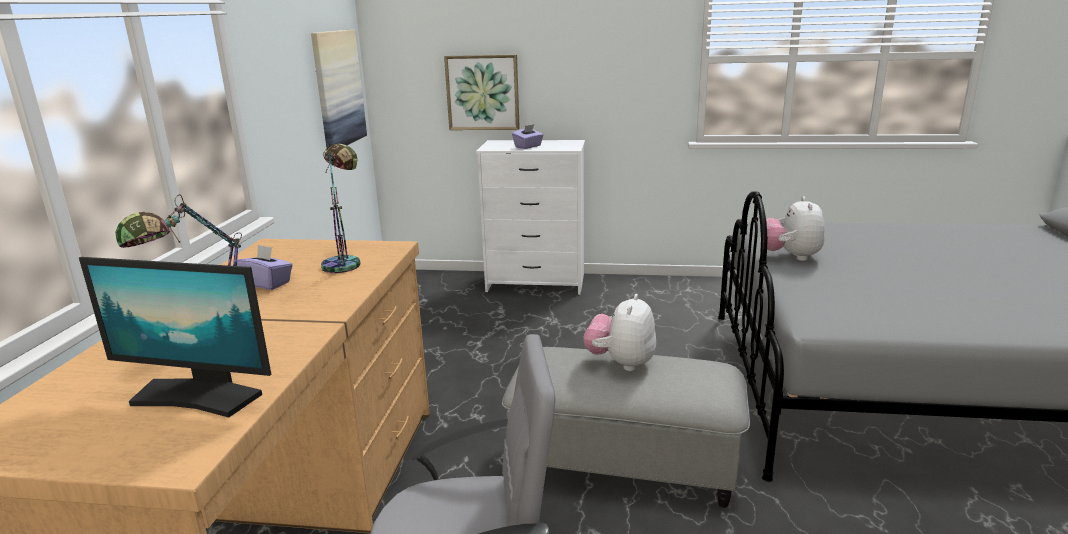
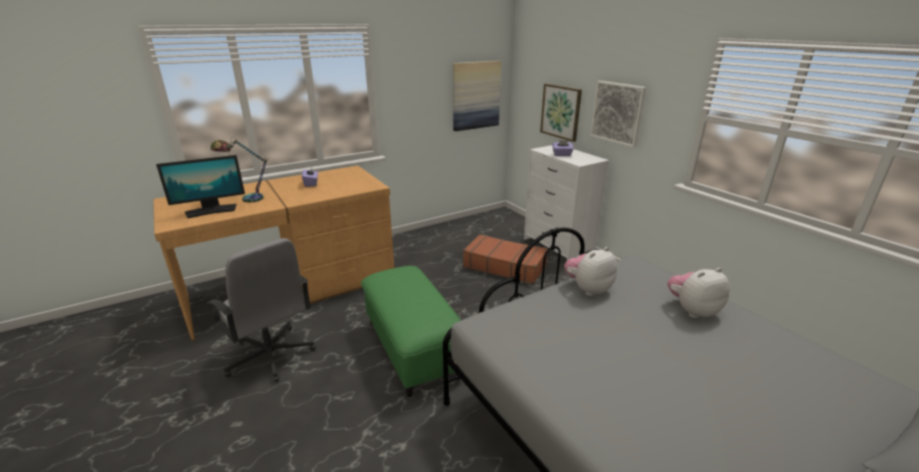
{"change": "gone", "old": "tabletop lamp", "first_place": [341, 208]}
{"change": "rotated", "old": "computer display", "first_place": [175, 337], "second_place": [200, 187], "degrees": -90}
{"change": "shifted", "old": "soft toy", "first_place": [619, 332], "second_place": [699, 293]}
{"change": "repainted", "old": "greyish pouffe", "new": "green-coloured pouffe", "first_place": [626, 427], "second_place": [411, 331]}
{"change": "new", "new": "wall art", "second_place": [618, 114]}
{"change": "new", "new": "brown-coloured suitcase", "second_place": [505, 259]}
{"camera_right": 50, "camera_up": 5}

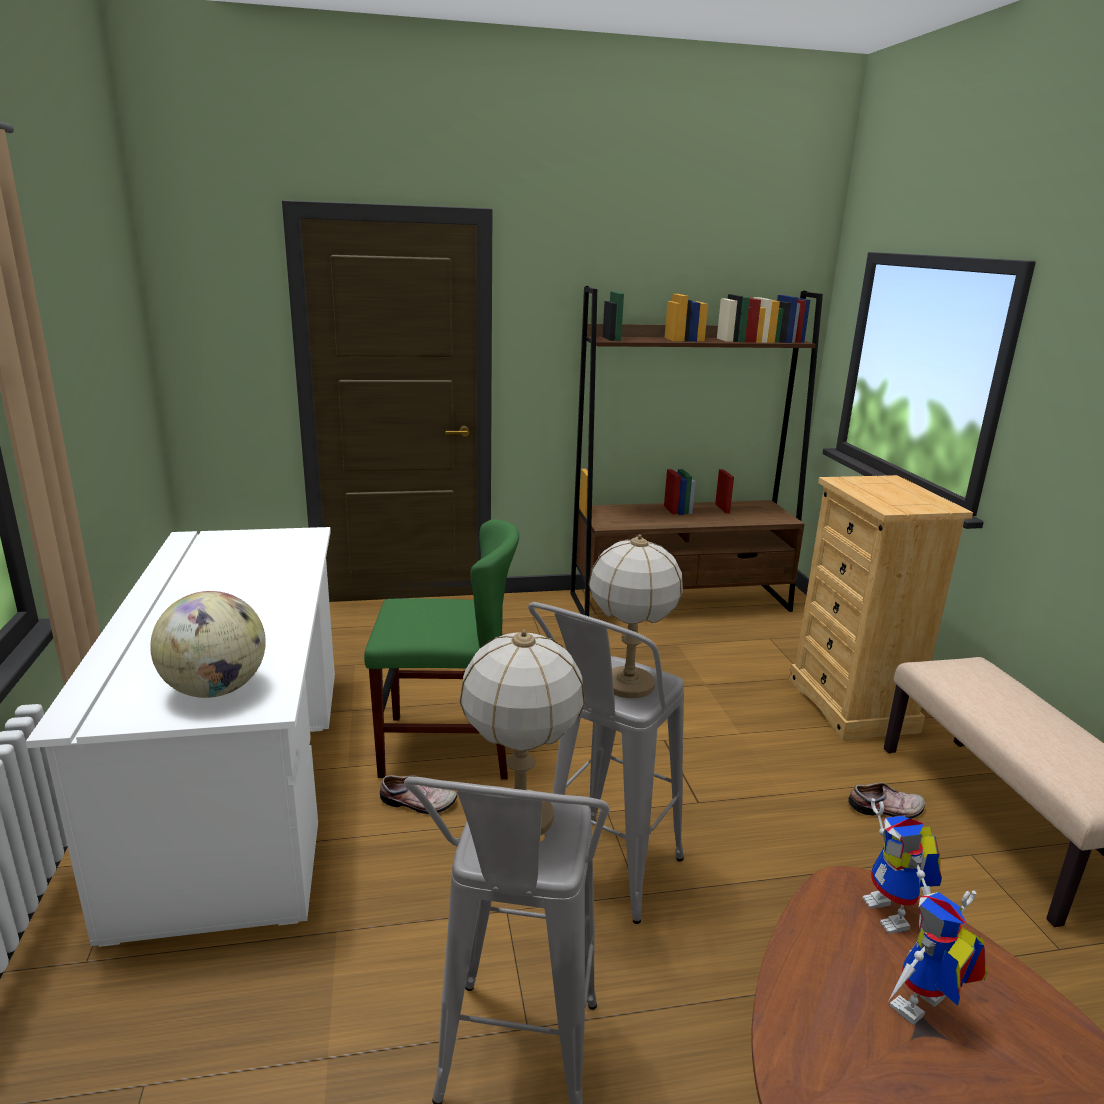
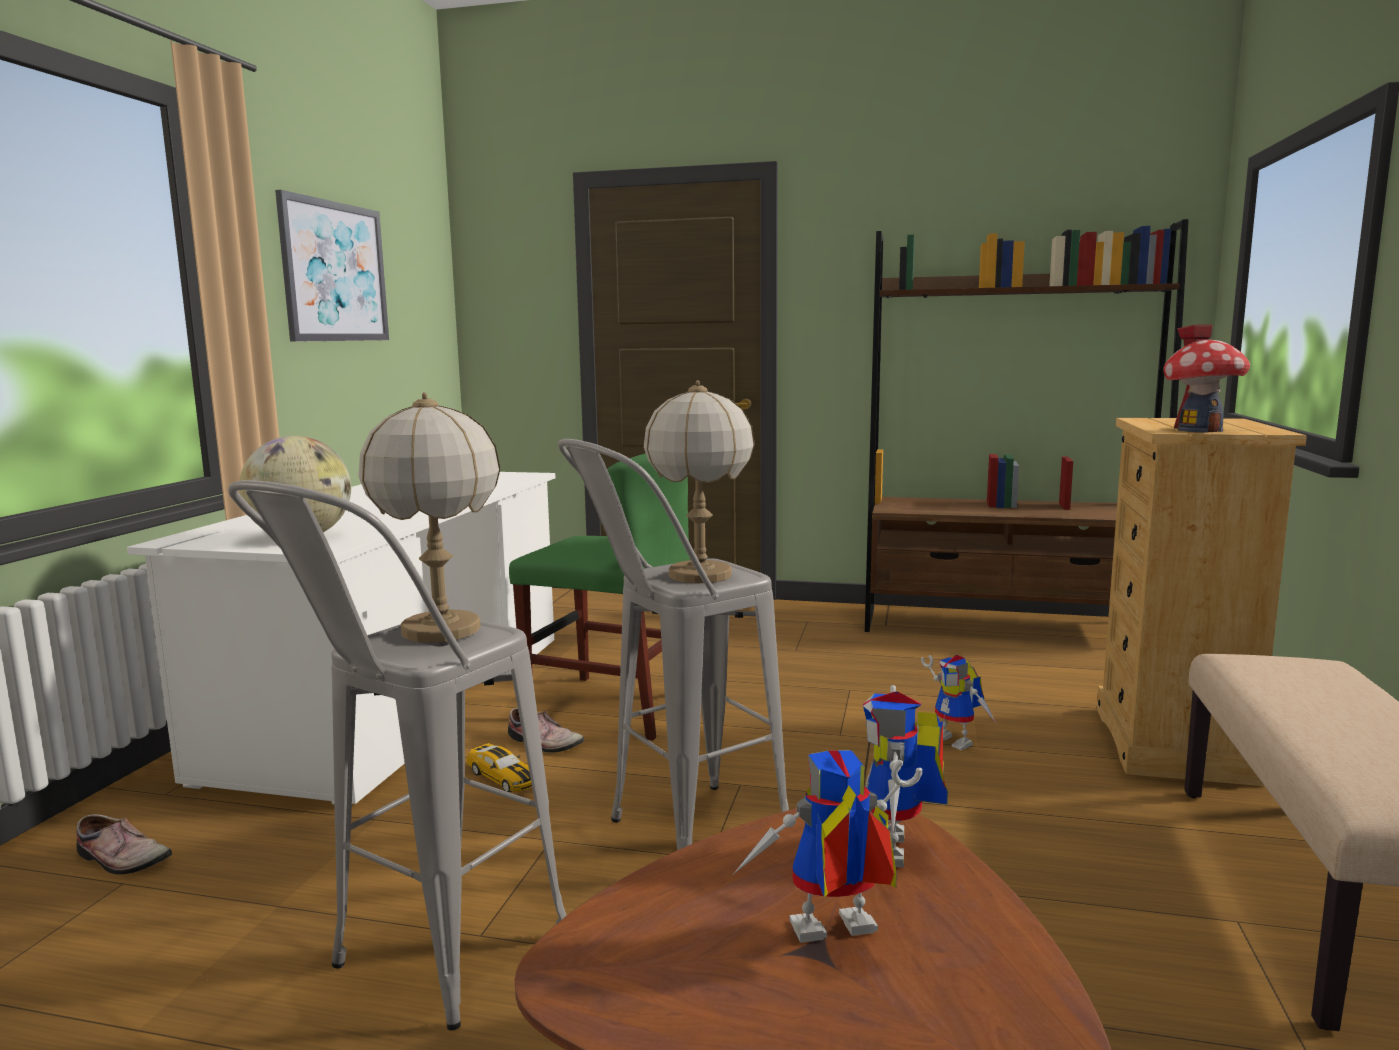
{"change": "shifted", "old": "item of footwear", "first_place": [886, 800], "second_place": [124, 844]}
{"change": "new", "new": "wall art", "second_place": [332, 266]}
{"change": "new", "new": "miniature house", "second_place": [1206, 378]}
{"change": "new", "new": "robot figure", "second_place": [959, 702]}
{"change": "new", "new": "model car", "second_place": [499, 768]}
{"camera_right": 25, "camera_up": -10}

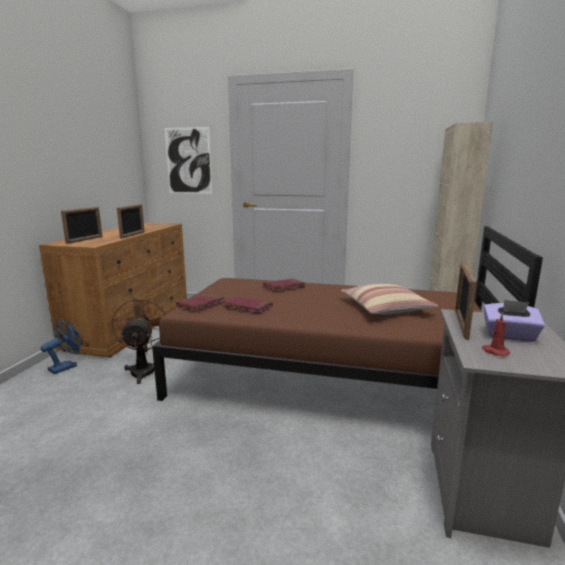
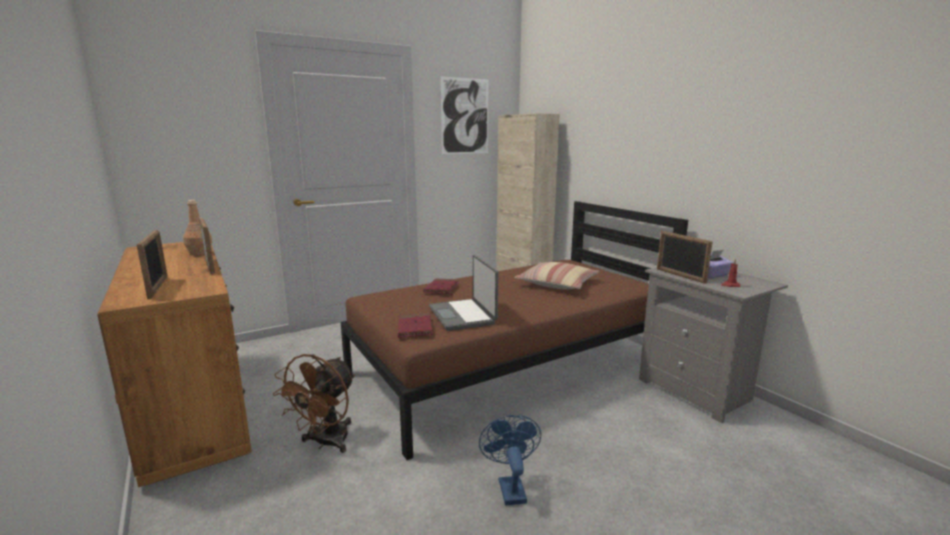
{"change": "shifted", "old": "wall art", "first_place": [188, 160], "second_place": [464, 115]}
{"change": "swapped", "old": "red-coloured bound book", "new": "laptop", "first_place": [248, 304], "second_place": [463, 293]}
{"change": "rotated", "old": "brown-coloured electric fan", "first_place": [139, 340], "second_place": [314, 403], "degrees": -105}
{"change": "shifted", "old": "blue-coloured electric fan", "first_place": [61, 346], "second_place": [510, 460]}
{"change": "new", "new": "brown-coloured bottle", "second_place": [197, 227]}
{"camera_right": -45, "camera_up": 0}

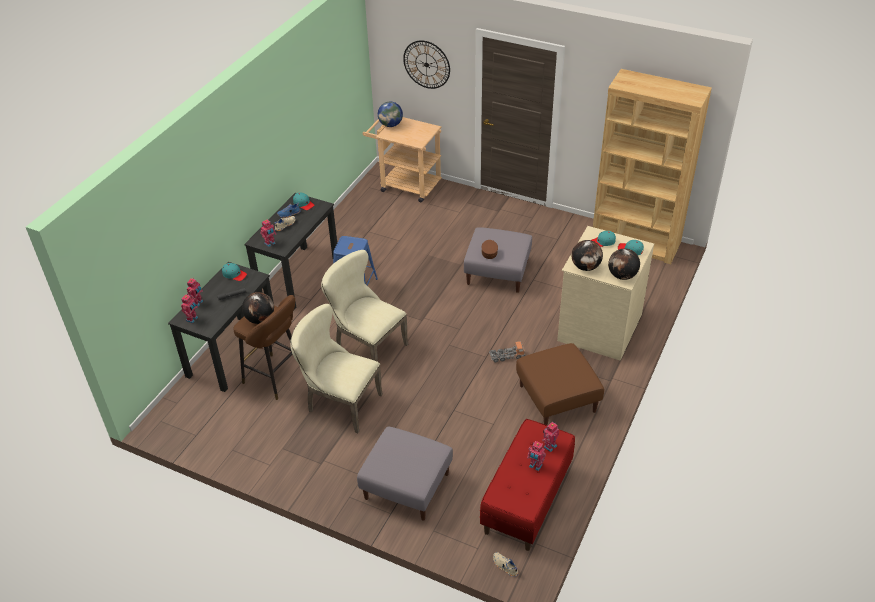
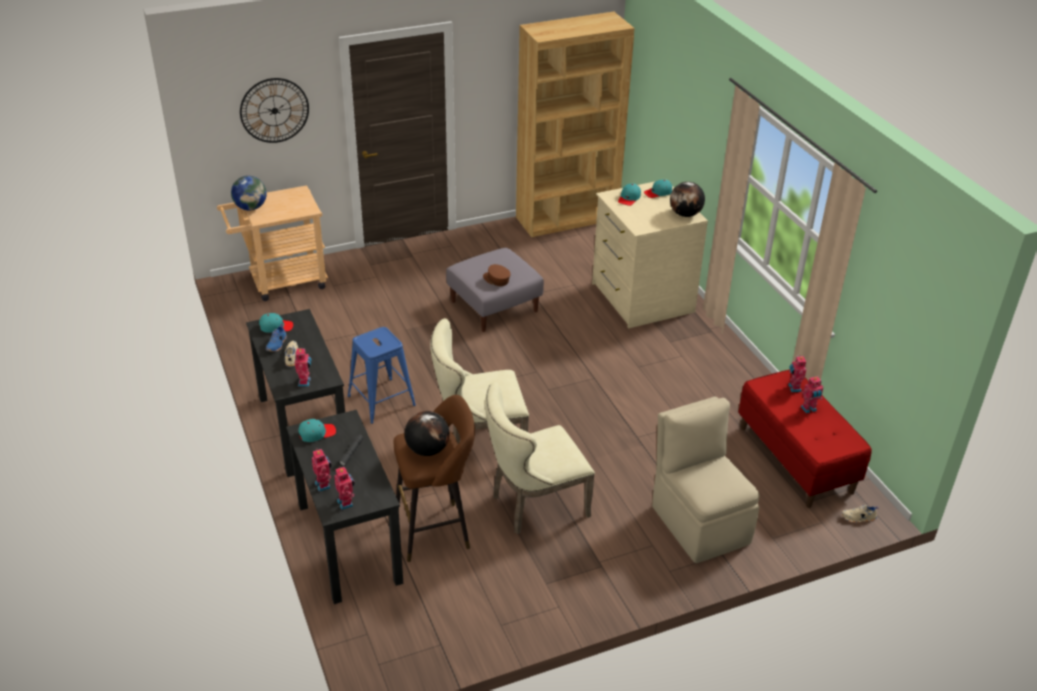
{"change": "gone", "old": "globe", "first_place": [587, 255]}
{"change": "gone", "old": "model truck", "first_place": [507, 351]}
{"change": "gone", "old": "brown-coloured pouffe", "first_place": [560, 384]}
{"change": "swapped", "old": "greyish pouffe", "new": "sand-coloured plain chair", "first_place": [405, 473], "second_place": [705, 479]}
{"camera_right": -50, "camera_up": -5}

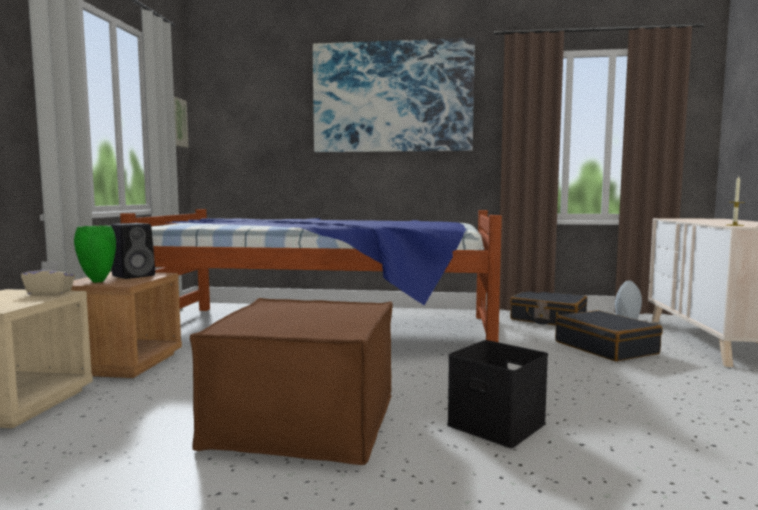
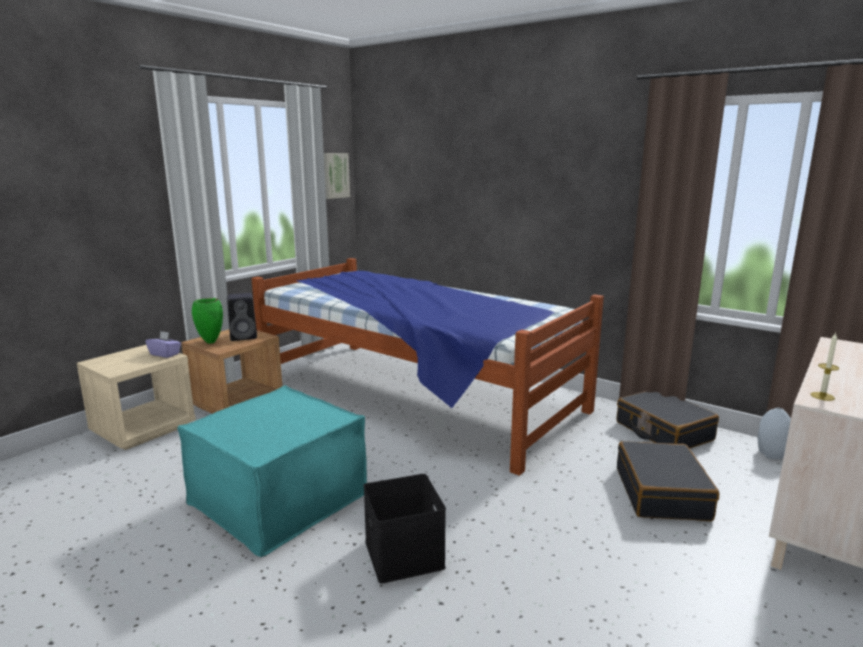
{"change": "gone", "old": "wall art", "first_place": [394, 95]}
{"change": "repainted", "old": "sand-coloured tissue box", "new": "purplish tissue box", "first_place": [48, 278], "second_place": [163, 344]}
{"change": "repainted", "old": "brown-coloured pouffe", "new": "turquoise pouffe", "first_place": [291, 381], "second_place": [272, 471]}
{"camera_right": 30, "camera_up": 10}

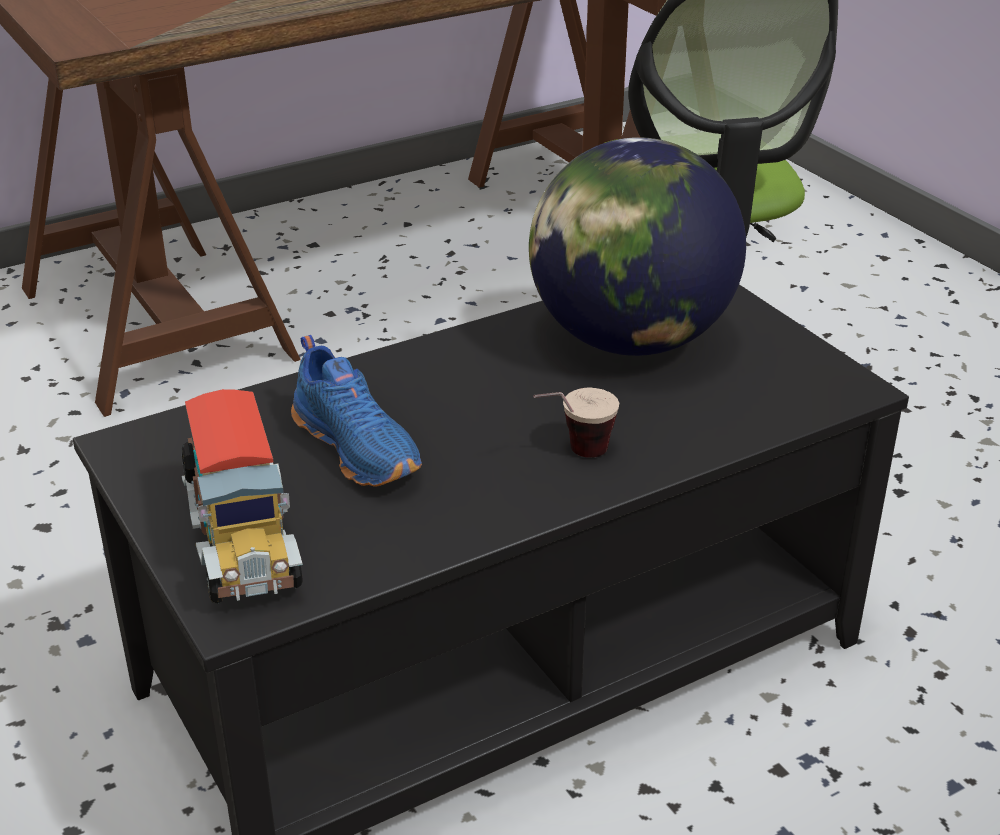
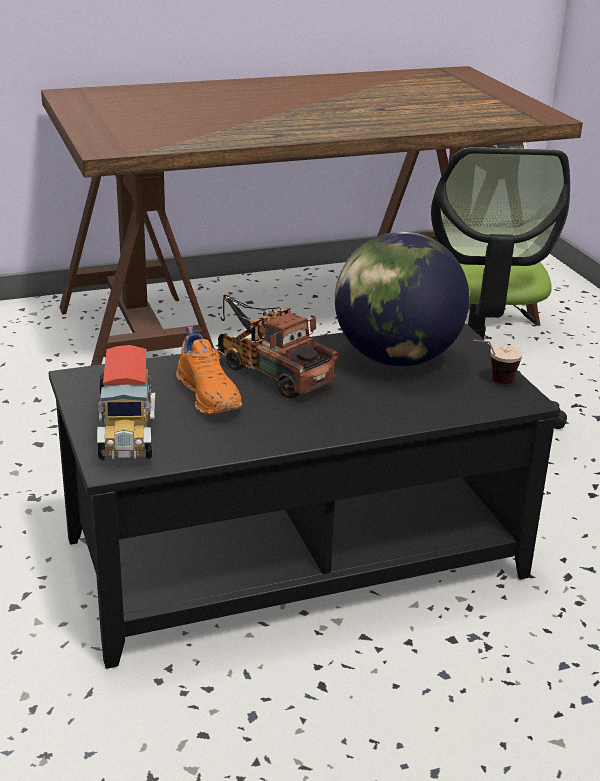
{"change": "repainted", "old": "blue-coloured item of footwear", "new": "orangey item of footwear", "first_place": [356, 411], "second_place": [209, 370]}
{"change": "shifted", "old": "cup", "first_place": [576, 422], "second_place": [498, 362]}
{"change": "new", "new": "model truck", "second_place": [278, 346]}
{"camera_right": 10, "camera_up": -5}

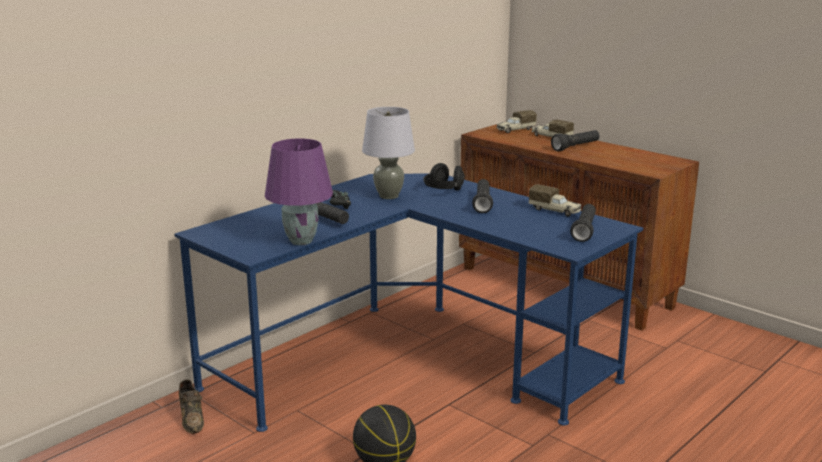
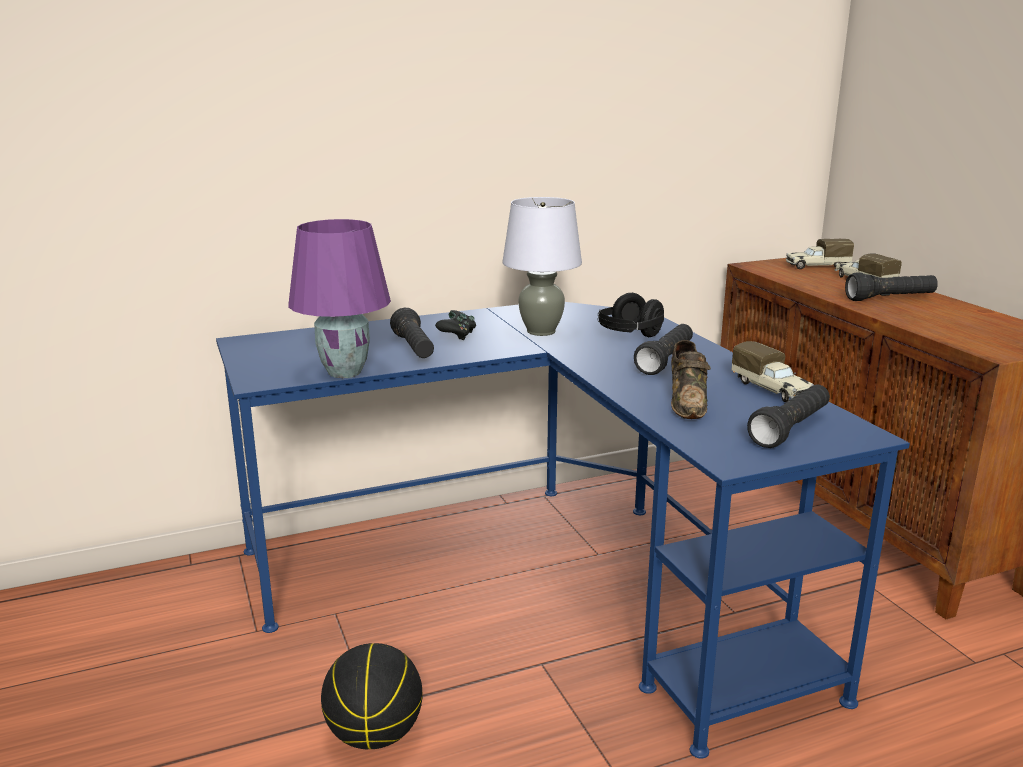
{"change": "shifted", "old": "brown-coloured item of footwear", "first_place": [191, 406], "second_place": [691, 379]}
{"camera_right": 25, "camera_up": 0}

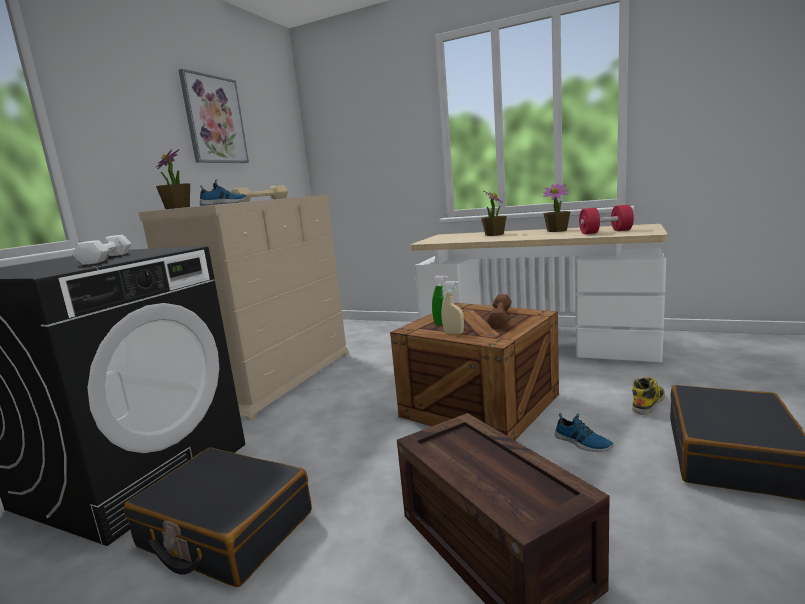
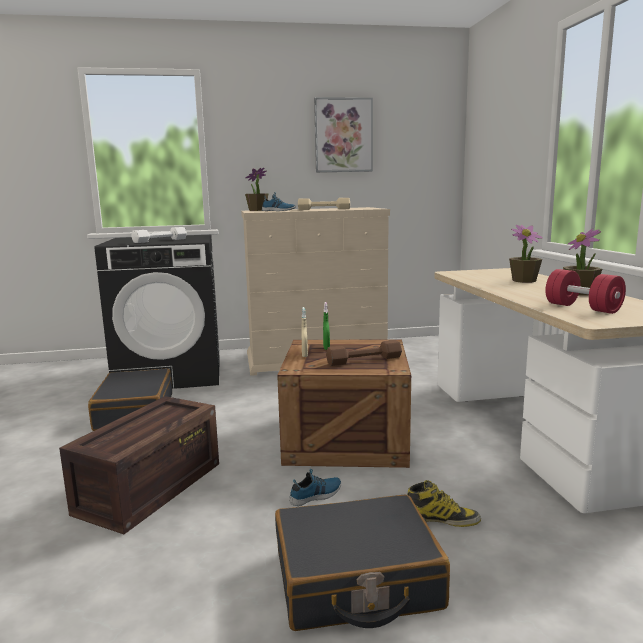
{"change": "rotated", "old": "item of footwear", "first_place": [584, 432], "second_place": [315, 487], "degrees": -135}
{"camera_right": 55, "camera_up": 0}

